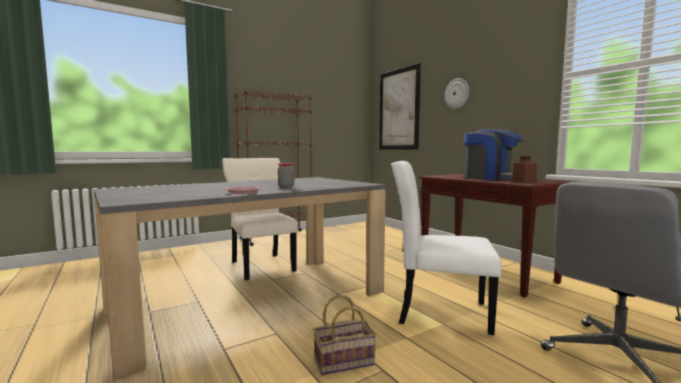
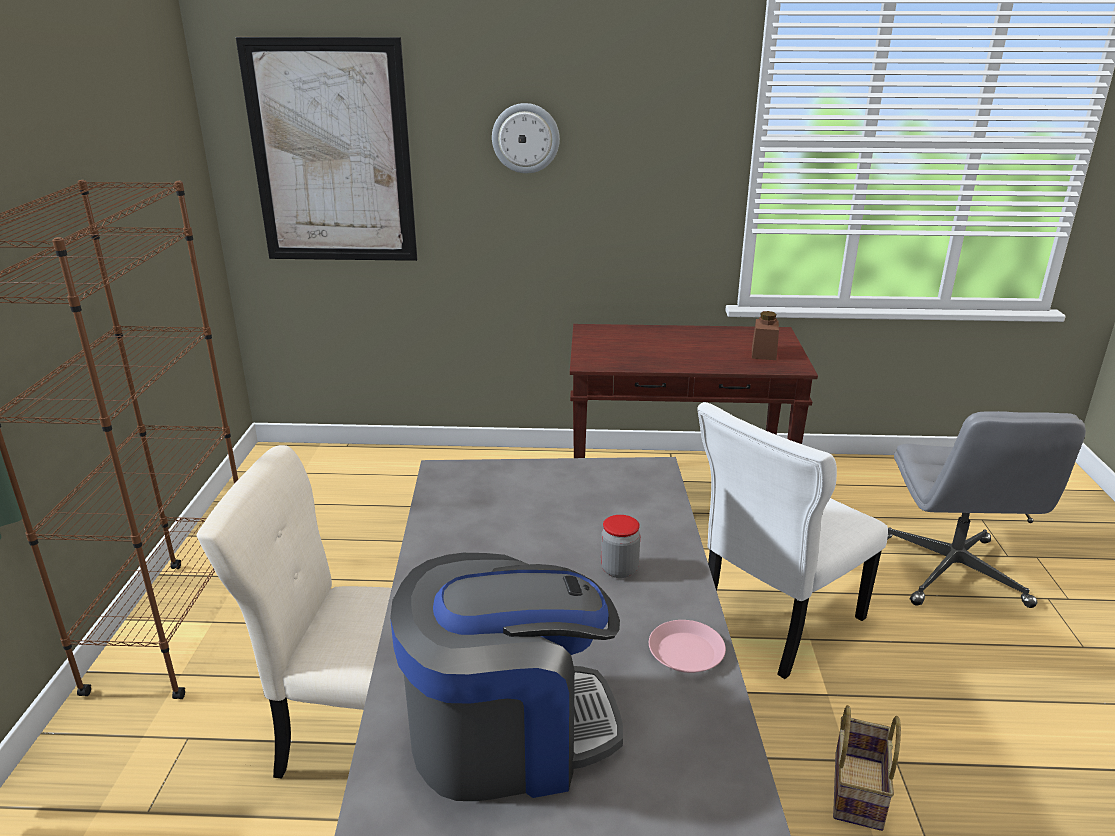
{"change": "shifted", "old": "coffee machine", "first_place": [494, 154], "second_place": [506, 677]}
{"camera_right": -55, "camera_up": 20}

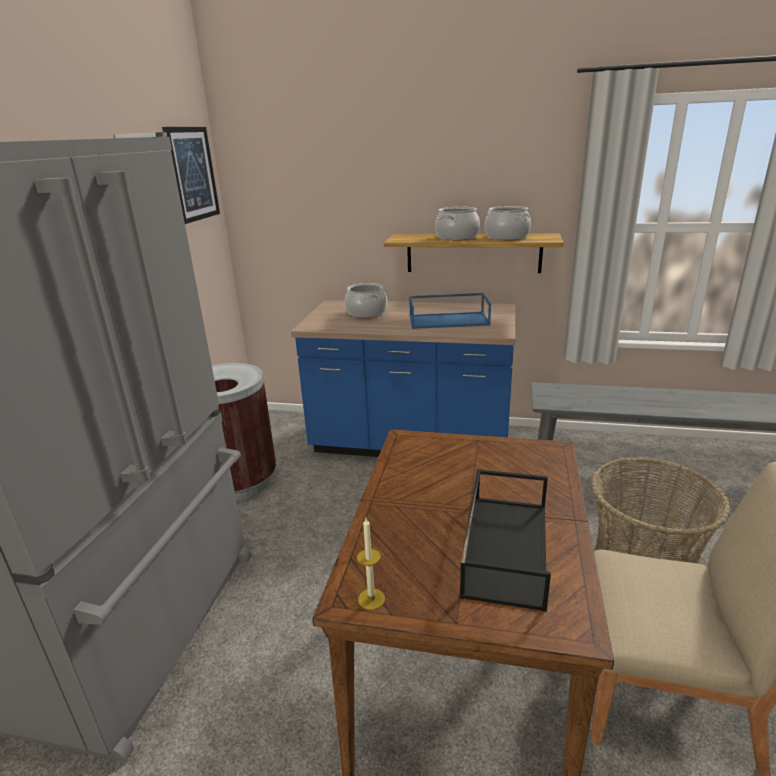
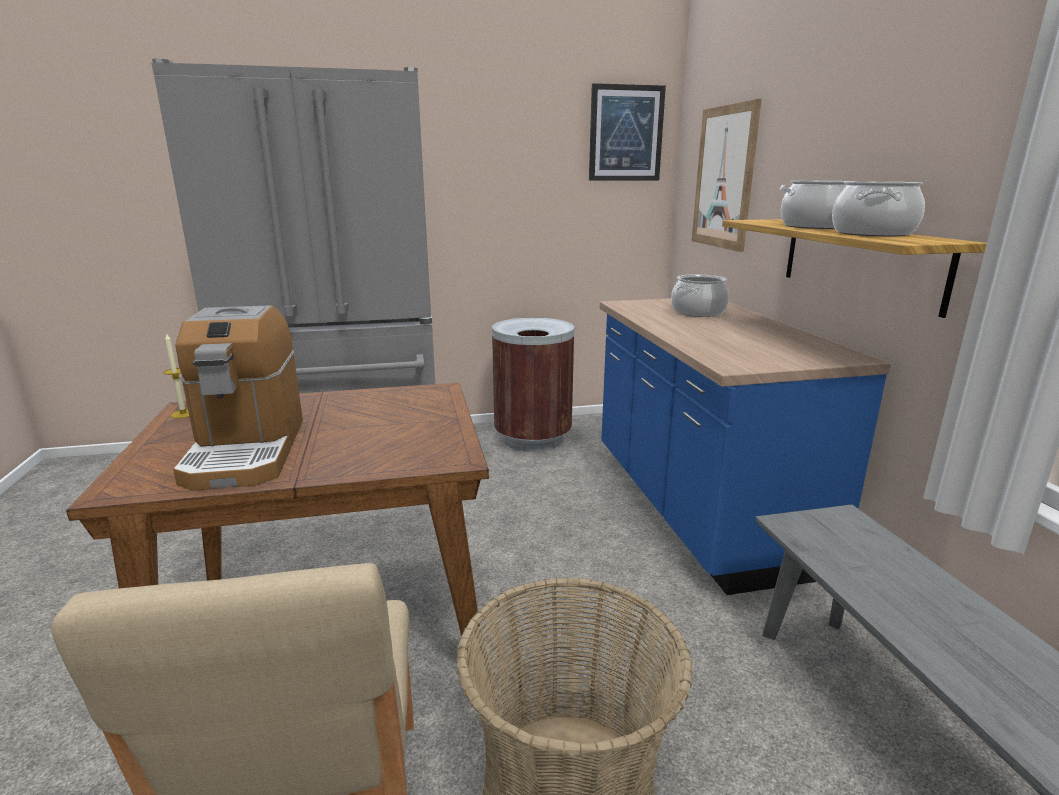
{"change": "gone", "old": "blue-coloured serving tray", "first_place": [450, 311]}
{"change": "swapped", "old": "black-coloured serving tray", "new": "coffee machine", "first_place": [505, 540], "second_place": [238, 398]}
{"change": "new", "new": "wall art", "second_place": [727, 175]}
{"camera_right": 65, "camera_up": -5}

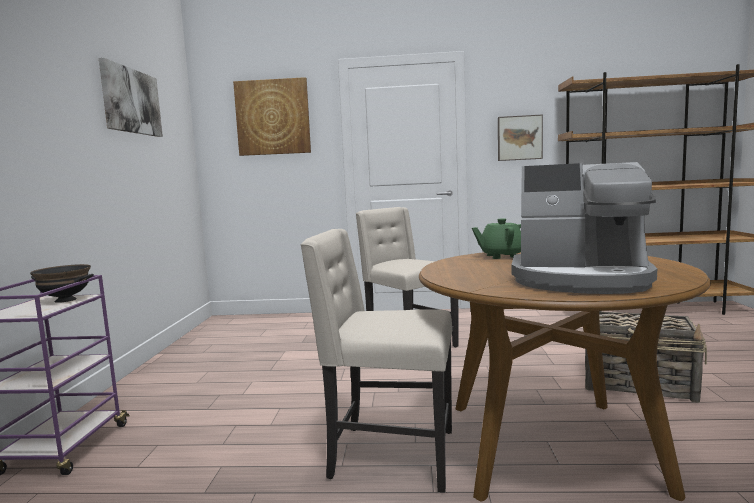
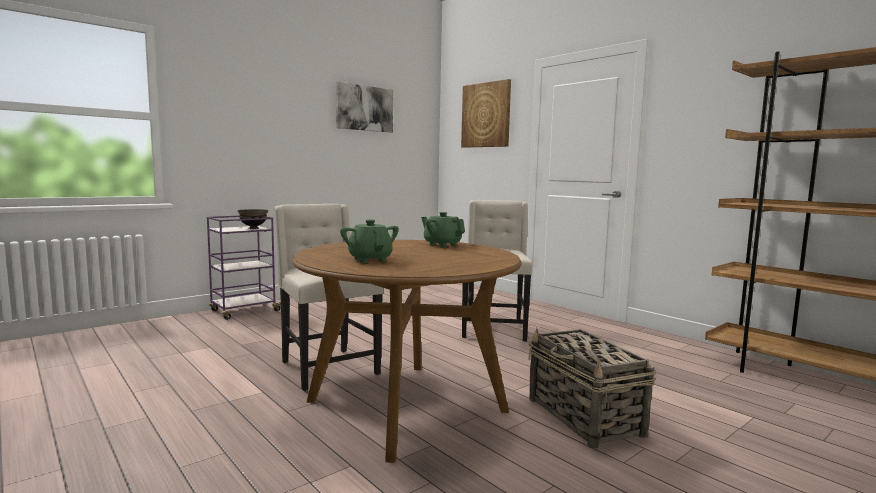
{"change": "gone", "old": "wall art", "first_place": [520, 137]}
{"change": "swapped", "old": "coffee machine", "new": "green-coloured pot for tea", "first_place": [584, 228], "second_place": [369, 241]}
{"camera_right": 45, "camera_up": 0}

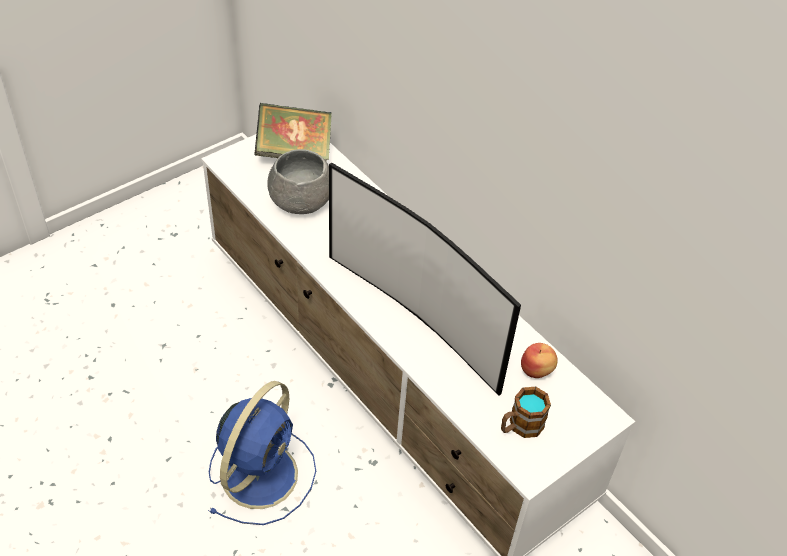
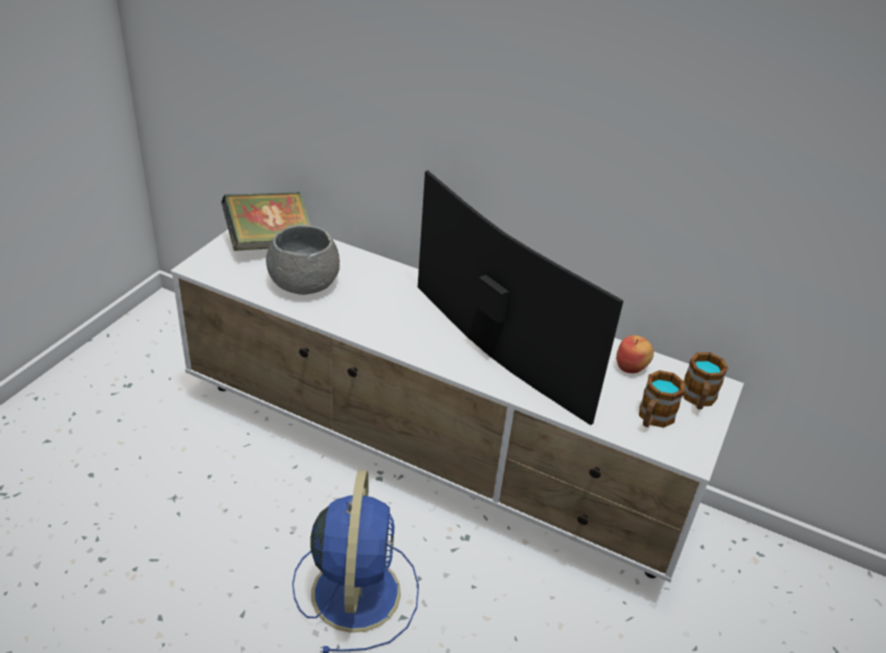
{"change": "rotated", "old": "TV", "first_place": [425, 279], "second_place": [521, 297], "degrees": -150}
{"change": "new", "new": "coffee mug", "second_place": [705, 381]}
{"camera_right": -25, "camera_up": -10}

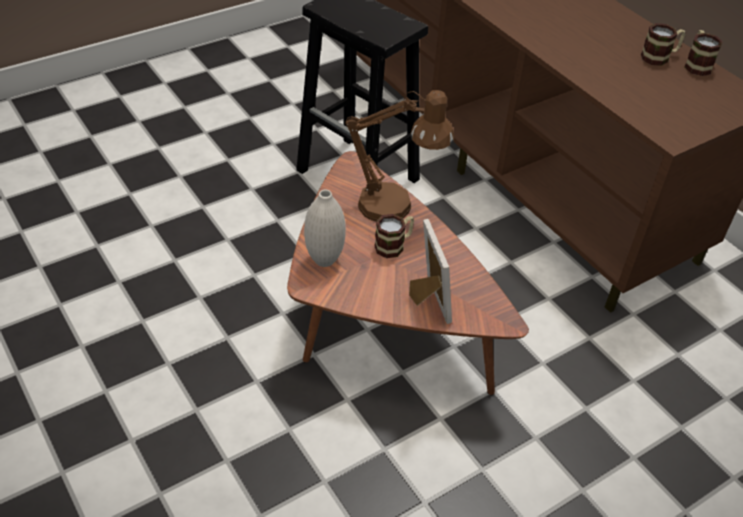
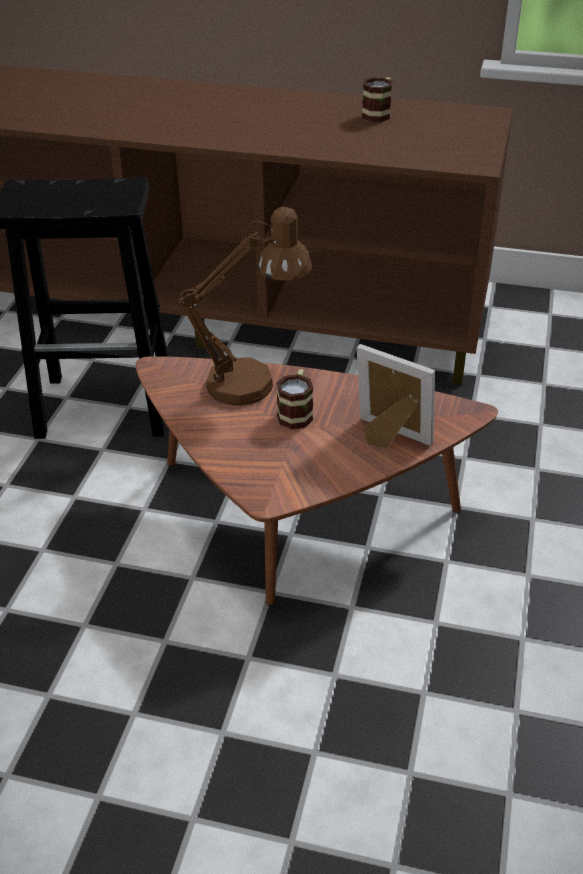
{"change": "gone", "old": "coffee mug", "first_place": [703, 53]}
{"change": "gone", "old": "white-coloured flower vase", "first_place": [325, 228]}
{"camera_right": -40, "camera_up": -5}

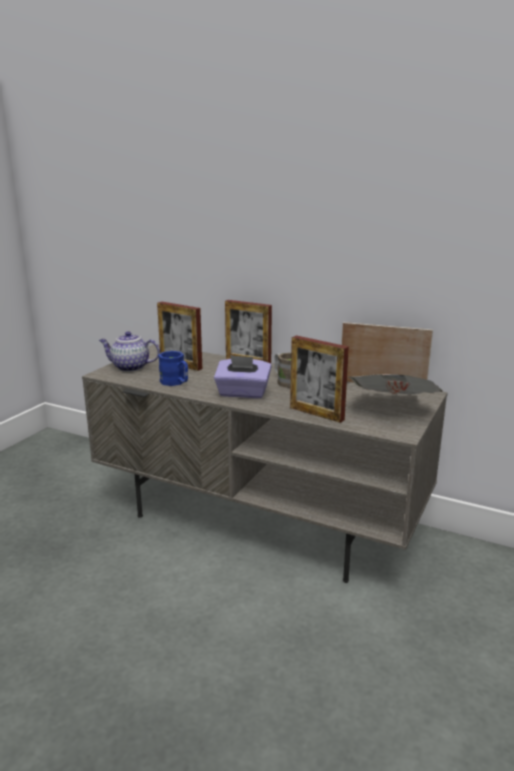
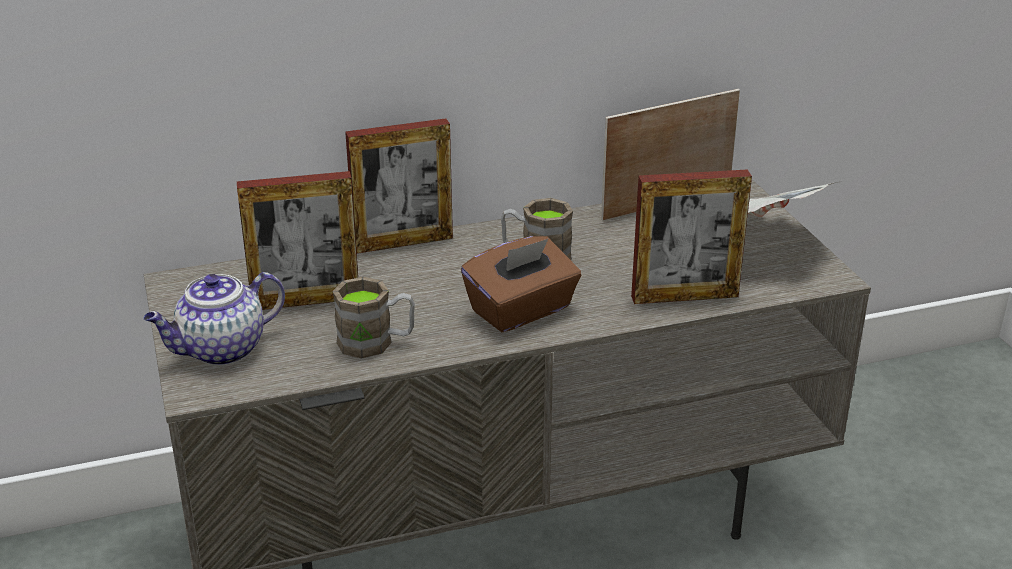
{"change": "repainted", "old": "blue-coloured coffee mug", "new": "brown-coloured coffee mug", "first_place": [173, 368], "second_place": [374, 317]}
{"change": "repainted", "old": "purplish tissue box", "new": "brown-coloured tissue box", "first_place": [243, 376], "second_place": [521, 284]}
{"camera_right": -45, "camera_up": 10}

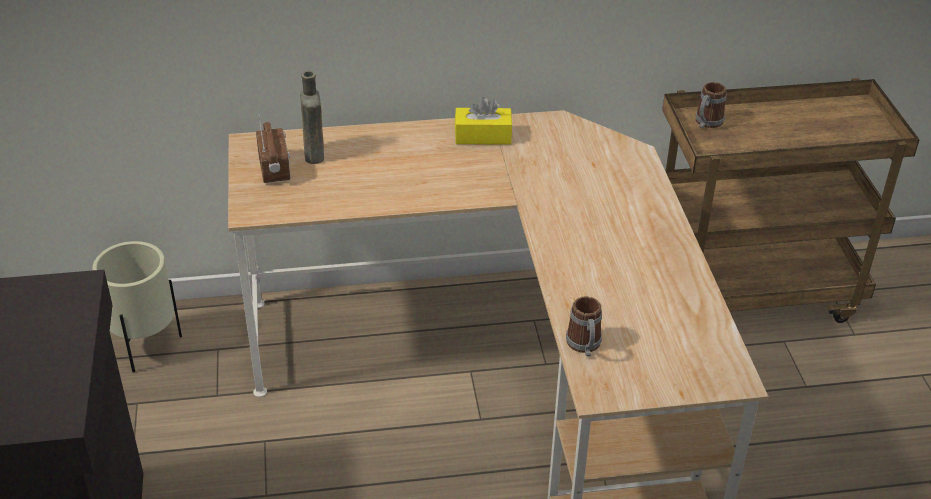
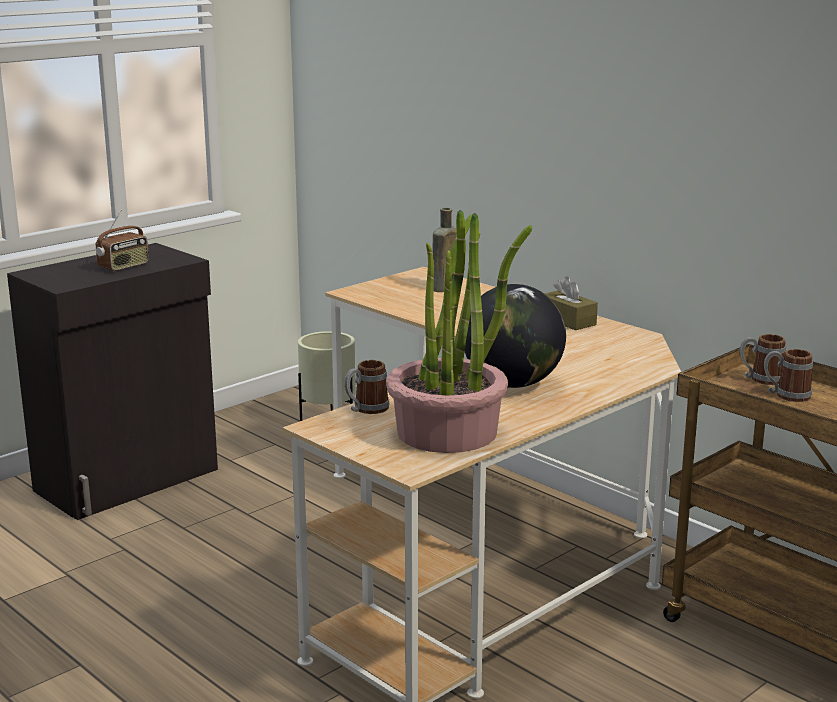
{"change": "repainted", "old": "yellowish tissue box", "new": "brown-coloured tissue box", "first_place": [483, 121], "second_place": [571, 303]}
{"change": "shifted", "old": "radio set", "first_place": [273, 148], "second_place": [122, 240]}
{"change": "new", "new": "houseplant", "second_place": [459, 331]}
{"change": "new", "new": "globe", "second_place": [515, 336]}
{"change": "new", "new": "coffee mug", "second_place": [788, 375]}
{"camera_right": 55, "camera_up": -20}

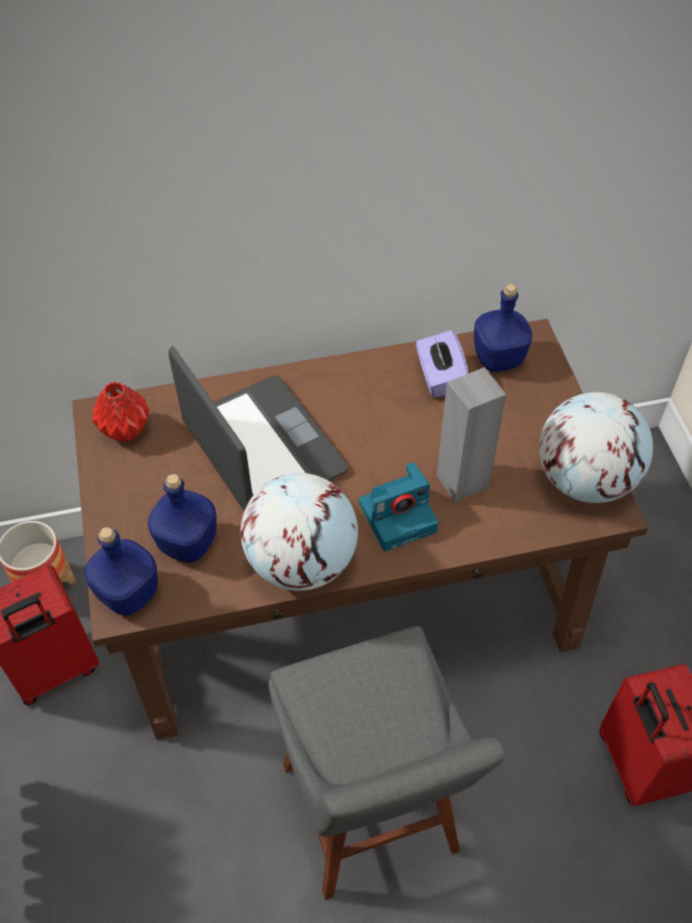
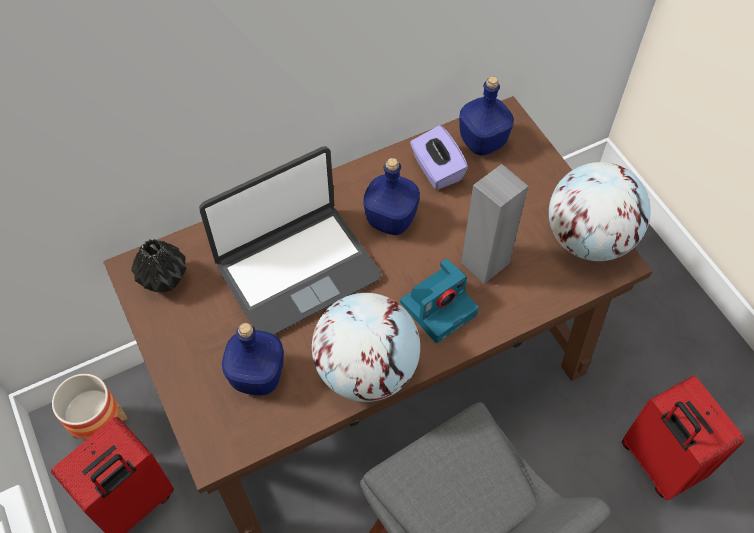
{"change": "rotated", "old": "laptop", "first_place": [258, 428], "second_place": [290, 240], "degrees": 105}
{"change": "repainted", "old": "red-coloured flower vase", "new": "black-coloured flower vase", "first_place": [121, 412], "second_place": [158, 265]}
{"change": "shifted", "old": "blue-coloured bottle", "first_place": [121, 571], "second_place": [391, 196]}
{"camera_right": -15, "camera_up": 5}

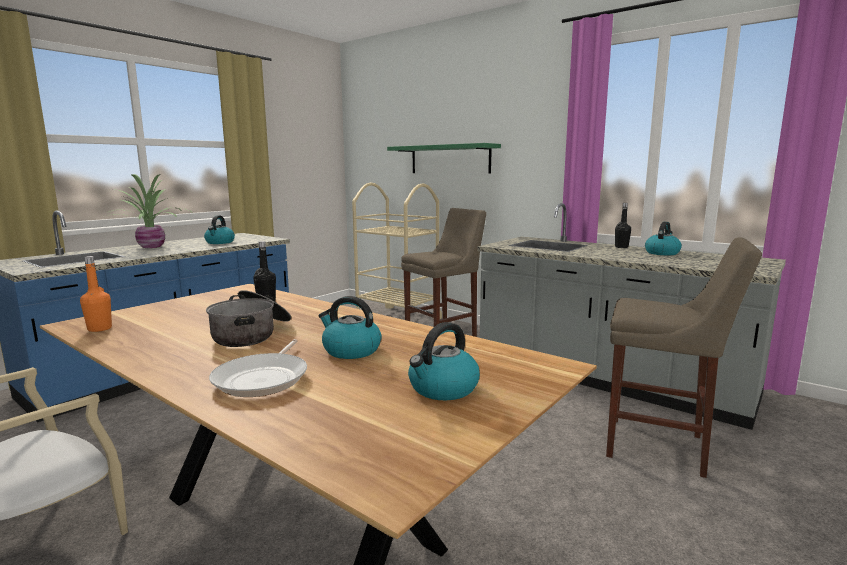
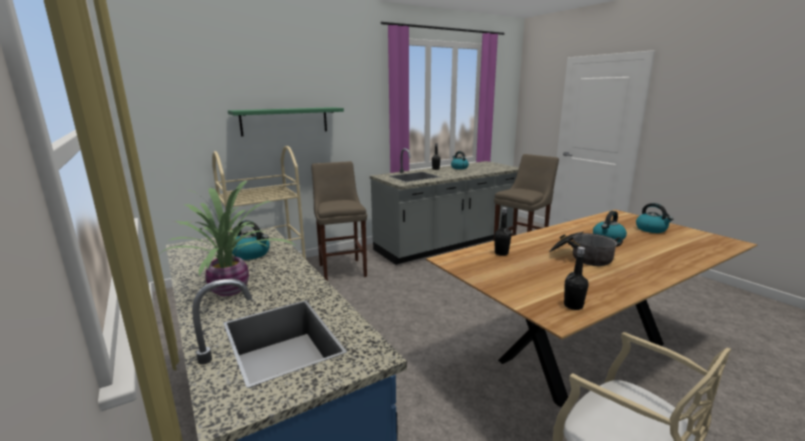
{"change": "repainted", "old": "orangey bottle", "new": "black-coloured bottle", "first_place": [96, 294], "second_place": [576, 278]}
{"change": "gone", "old": "pan", "first_place": [258, 368]}
{"camera_right": -70, "camera_up": 5}

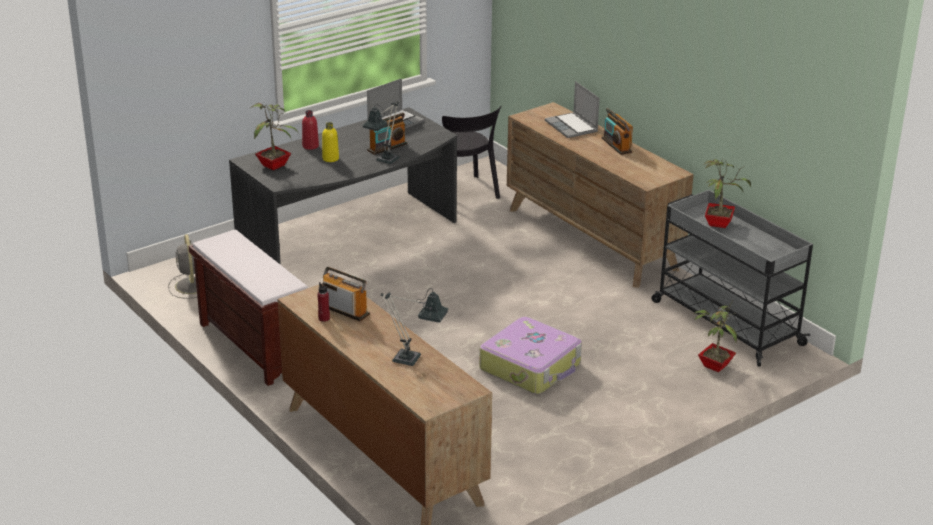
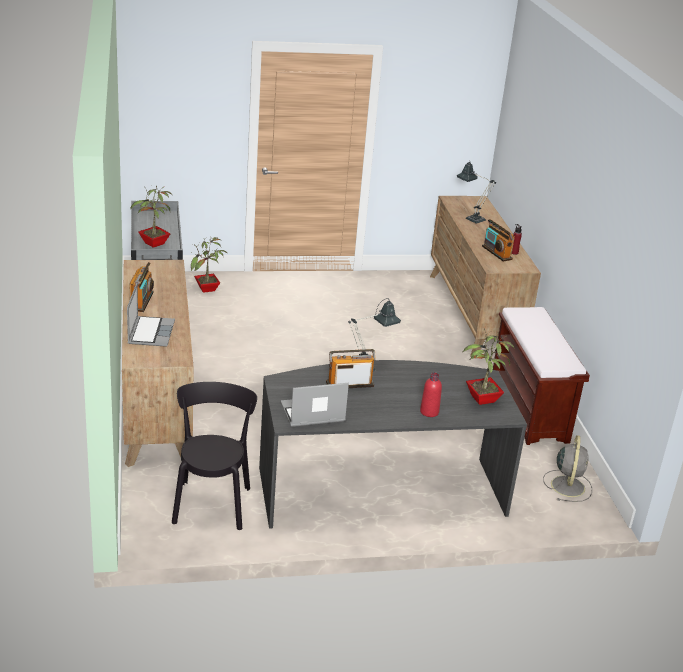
{"change": "gone", "old": "yellowish bottle", "first_place": [330, 142]}
{"change": "gone", "old": "suitcase", "first_place": [530, 355]}
{"camera_right": -155, "camera_up": 0}

